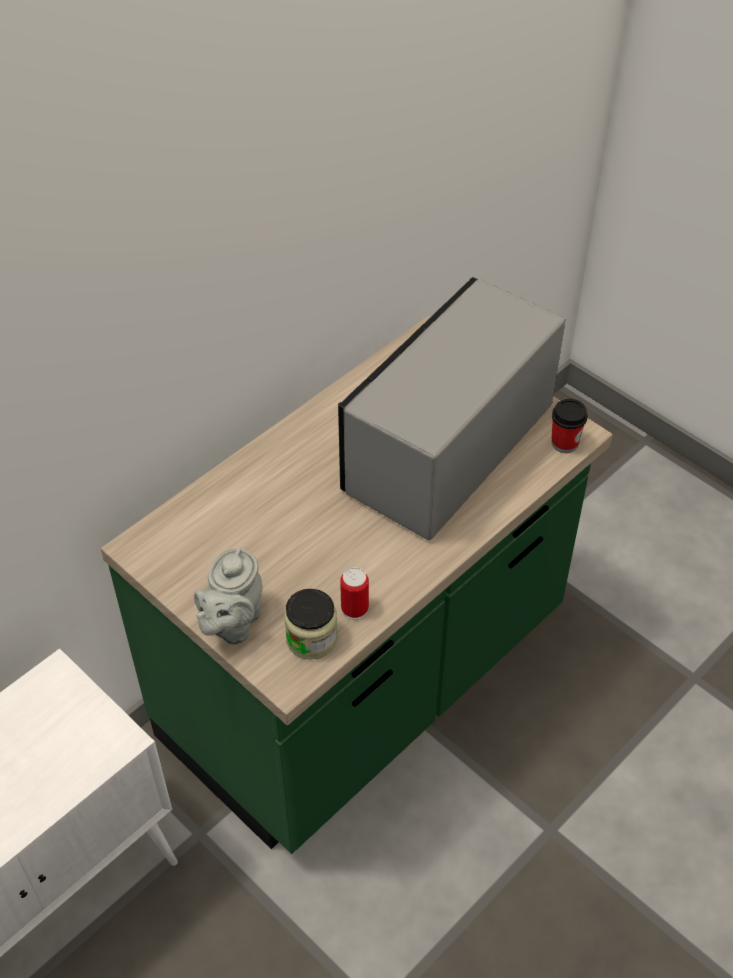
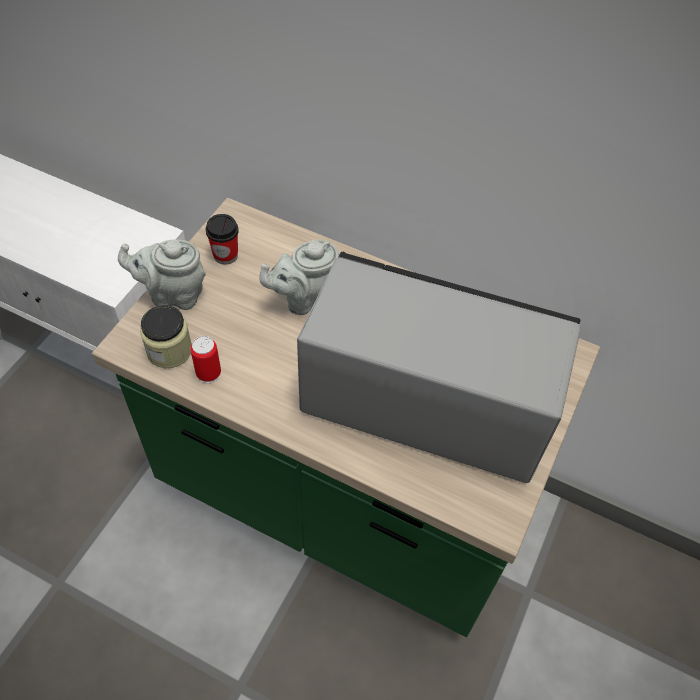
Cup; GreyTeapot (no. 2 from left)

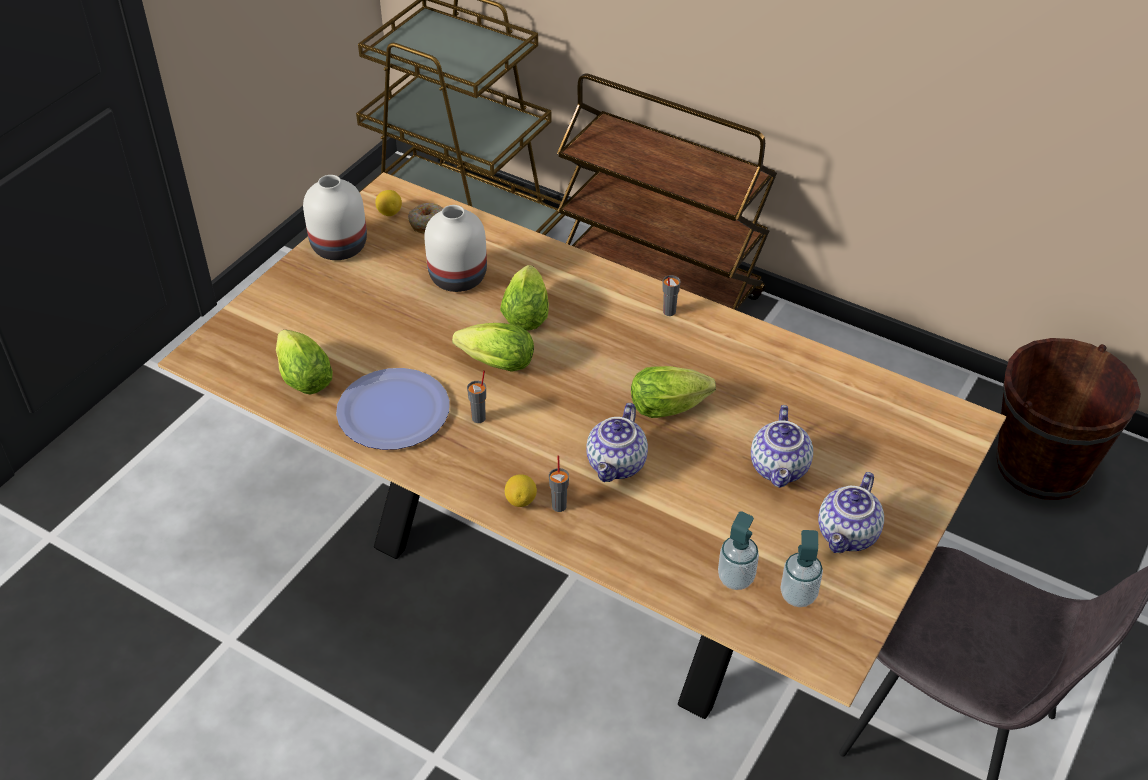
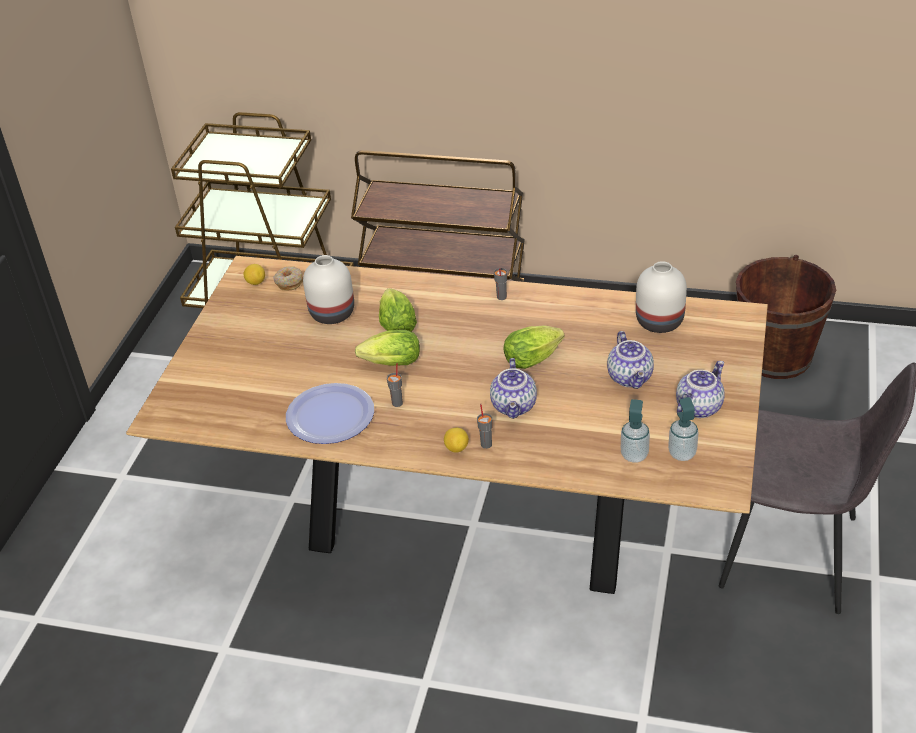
WhiteVase (no. 2 from left); Lettuce (no. 1 from left in the first image); Teapot (no. 3 from left)

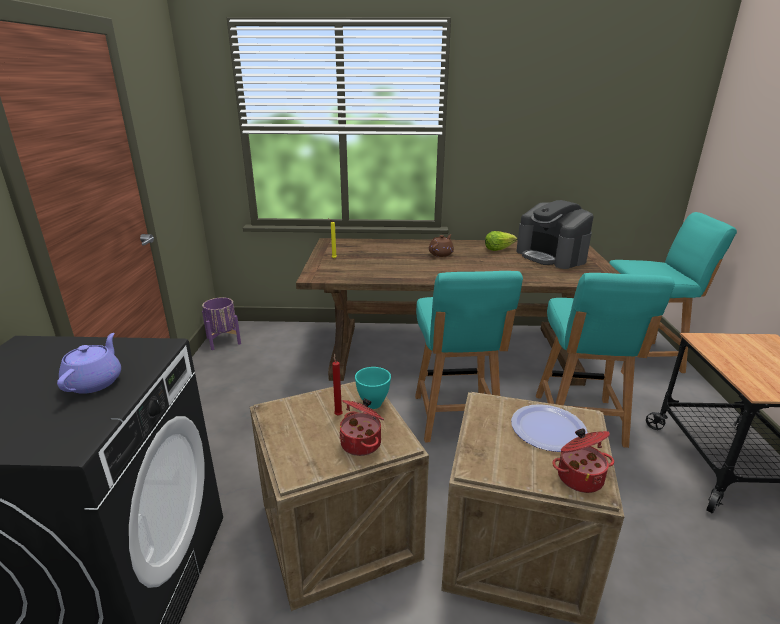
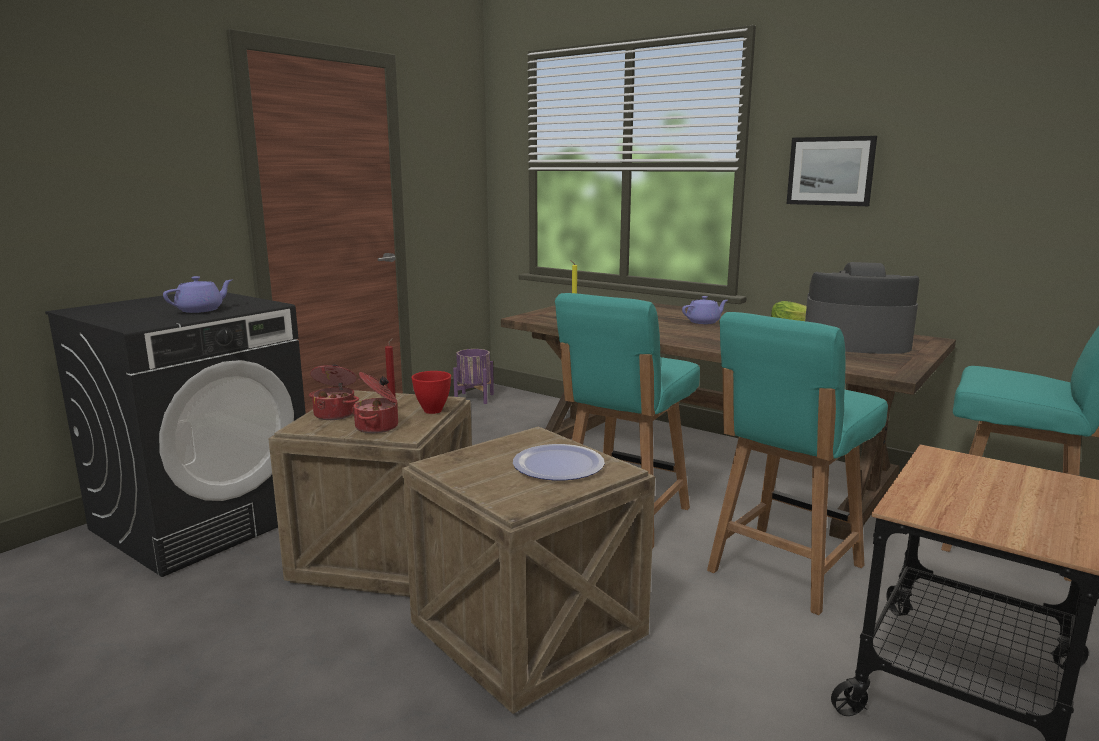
CoffeeMachine; PurpleTeapot (no. 2 from left); RedBowl; CookingPot (no. 1 from left); Picture

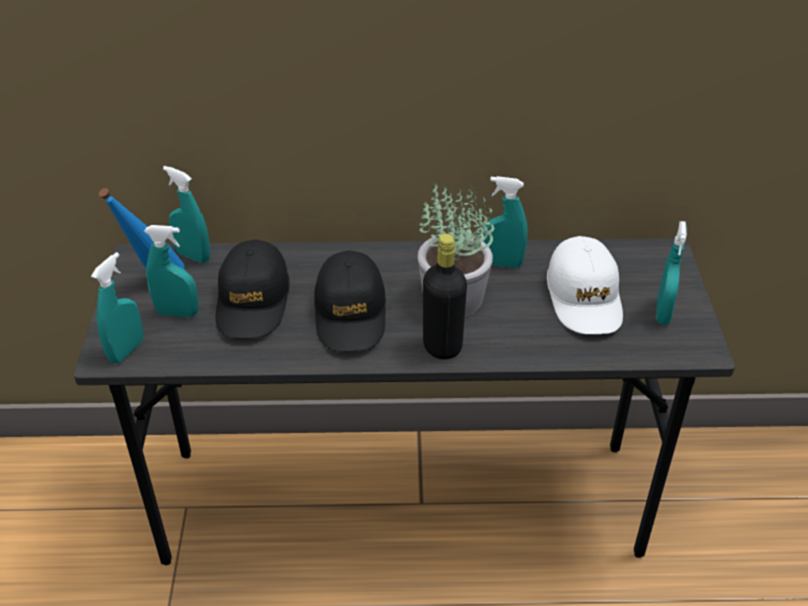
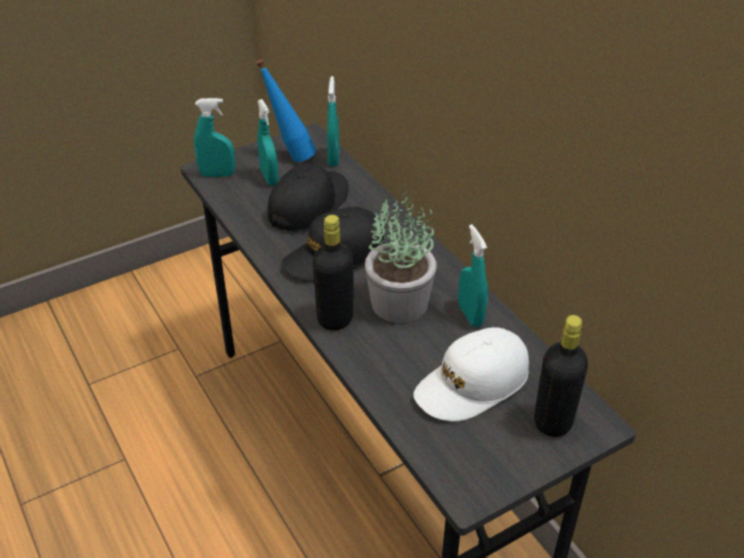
TurquoiseSprayBottle (no. 5 from left in the first image); BlackCap (no. 1 from left); BlackBottle (no. 2 from left)

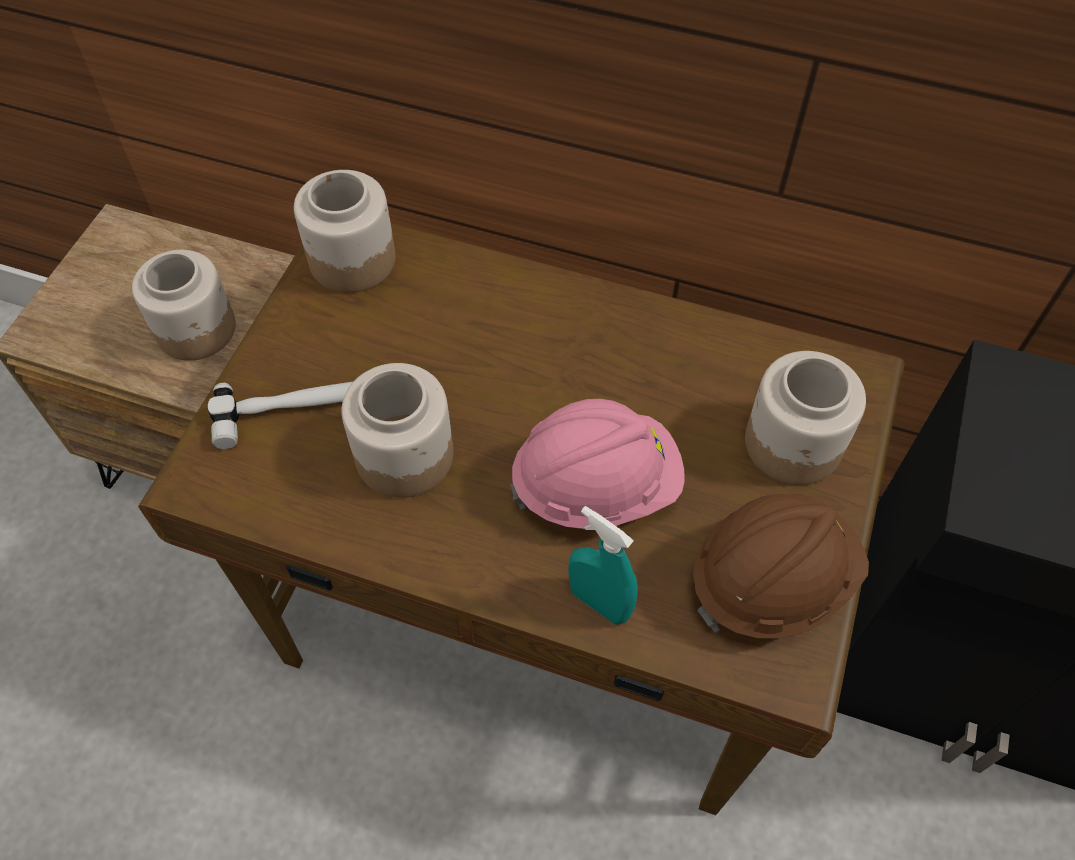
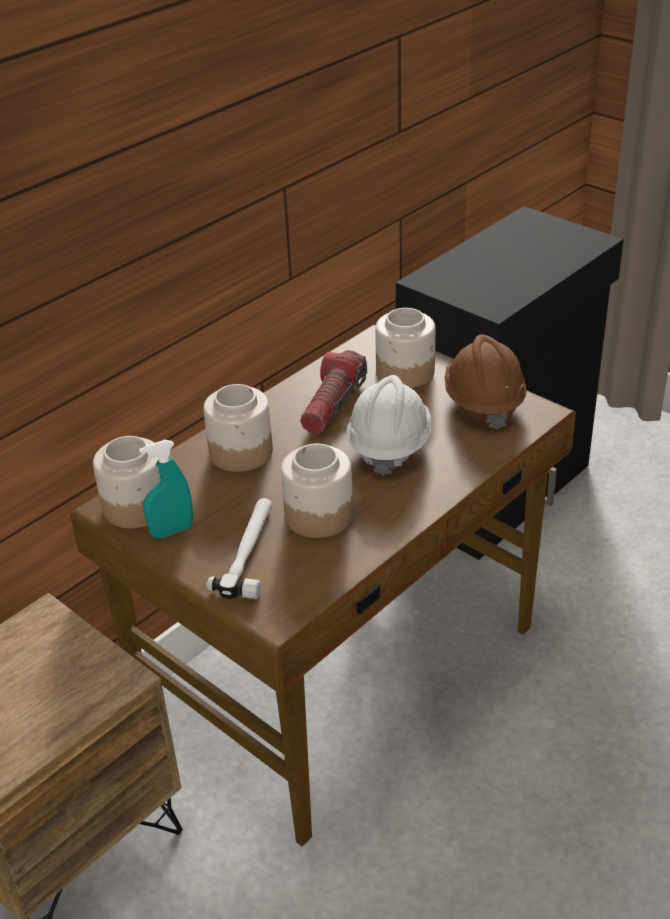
Jar (no. 2 from left); WhiteHardHat; TurquoiseSprayBottle; Flashlight

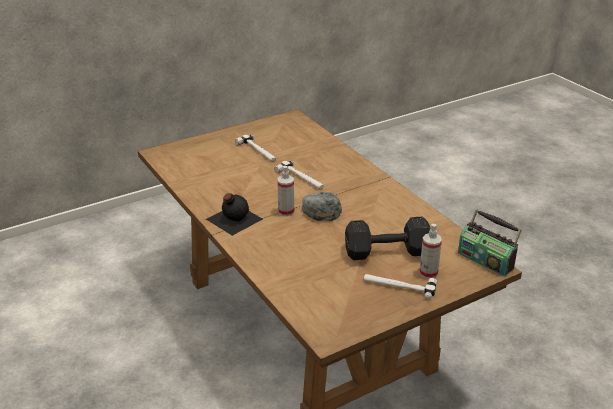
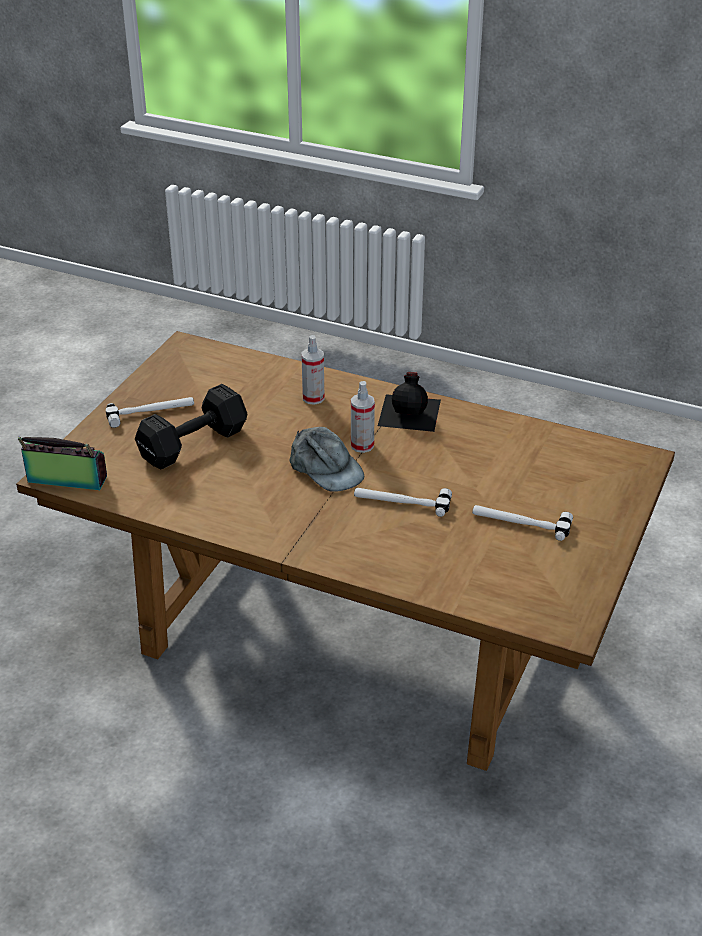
SprayBottle (no. 1 from left)

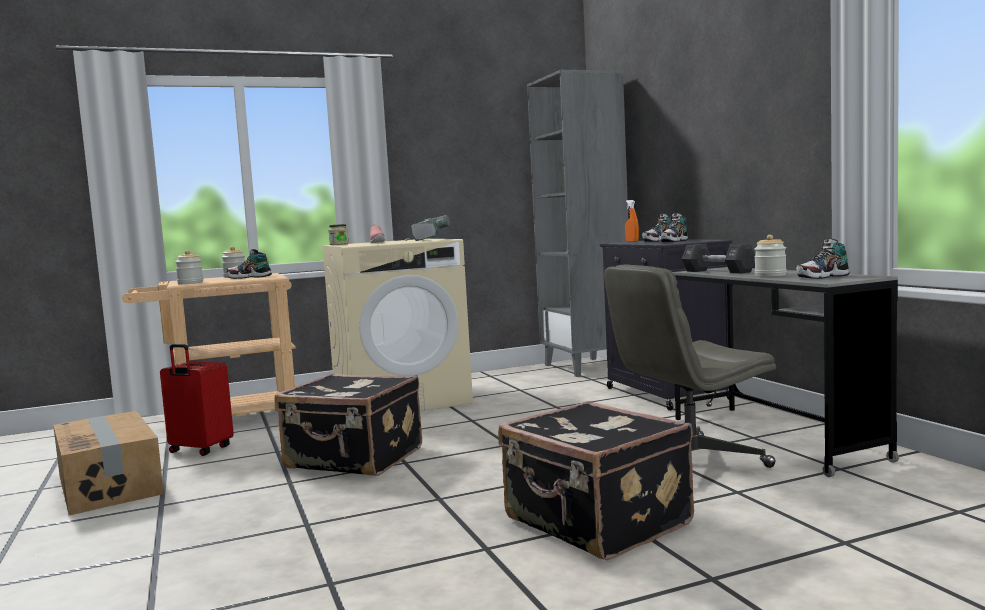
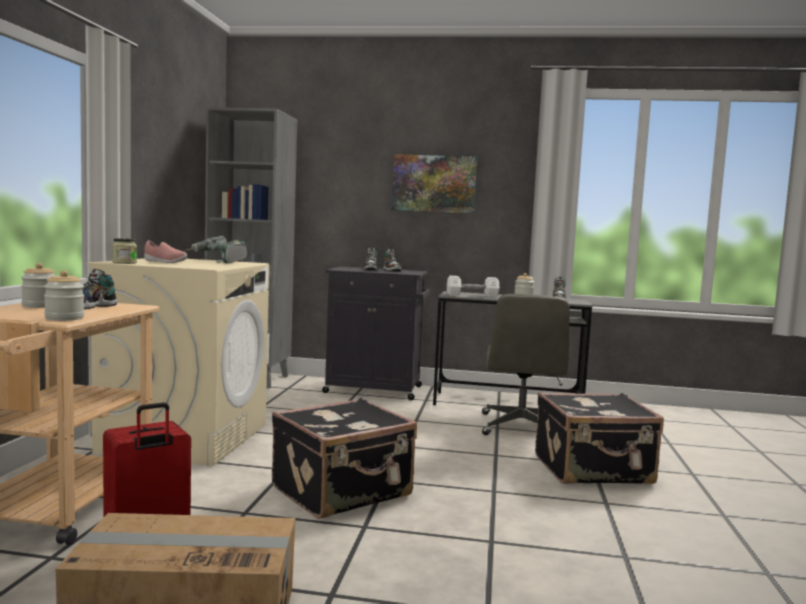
OrangeSprayBottle; WhiteDumbbell; Picture

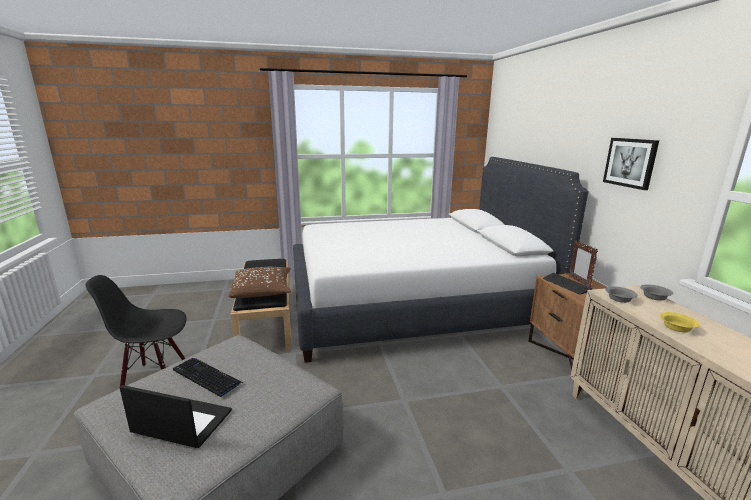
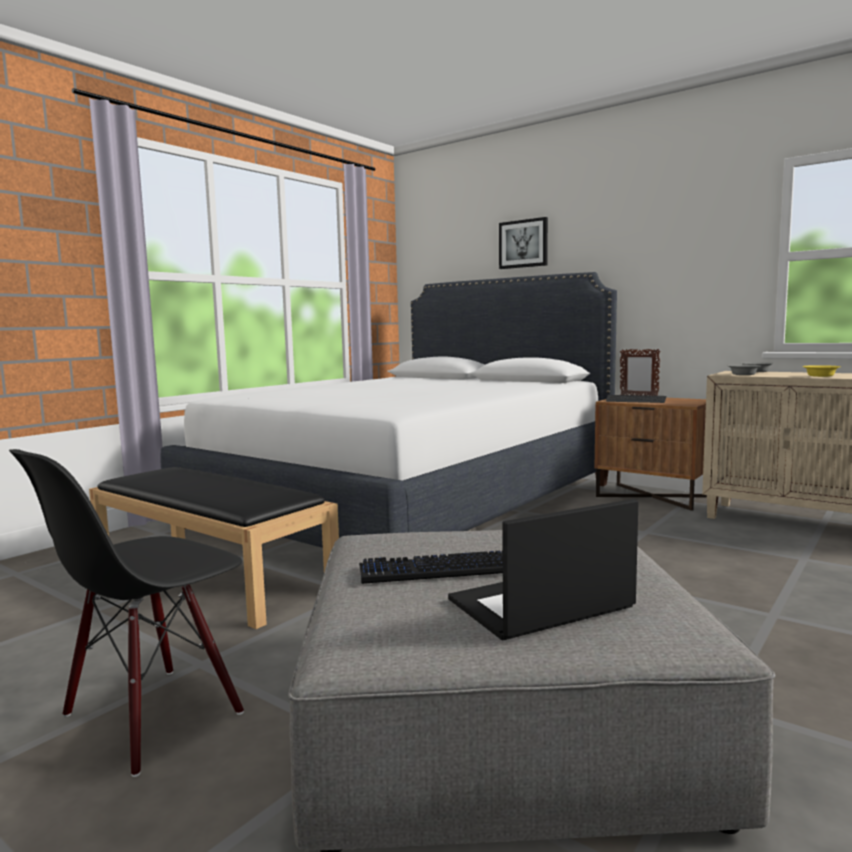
Picture; BrownPillow

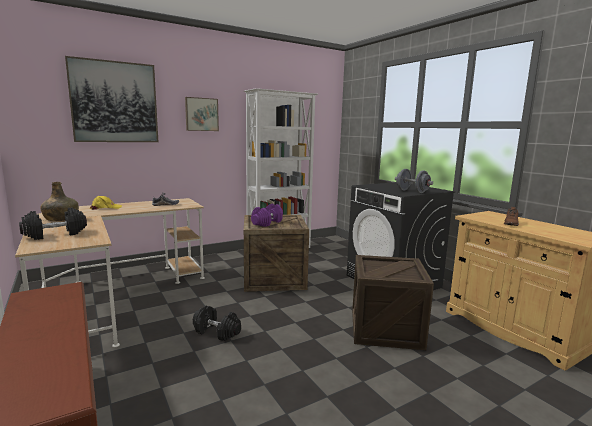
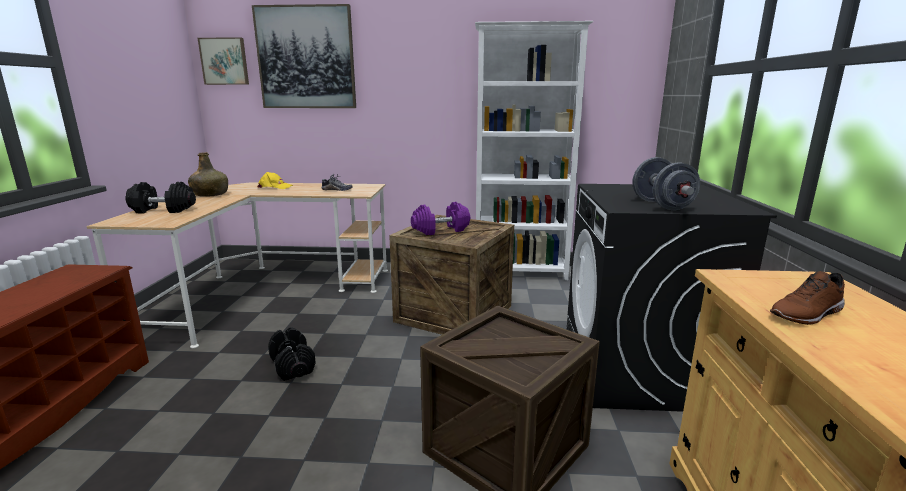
Picture (no. 1 from left)

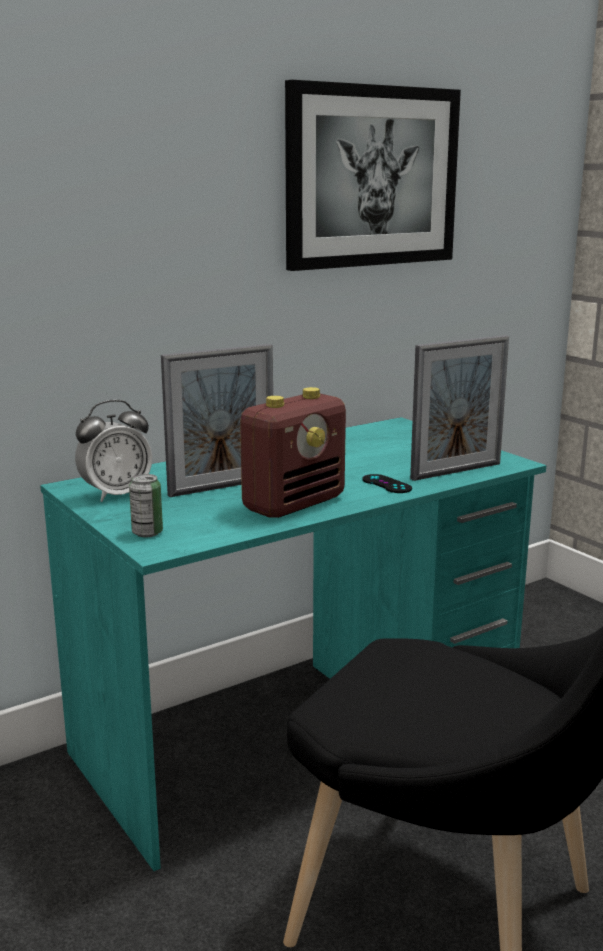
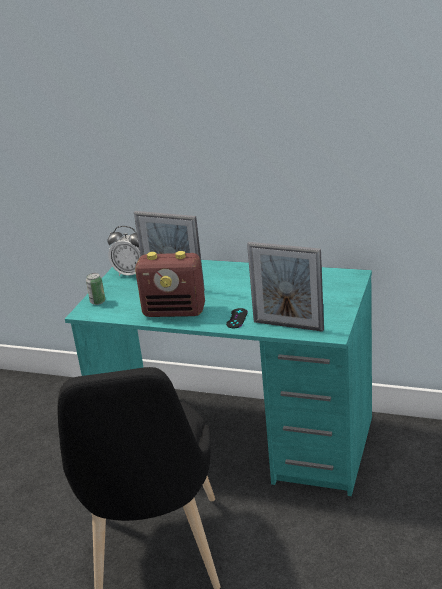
Picture

